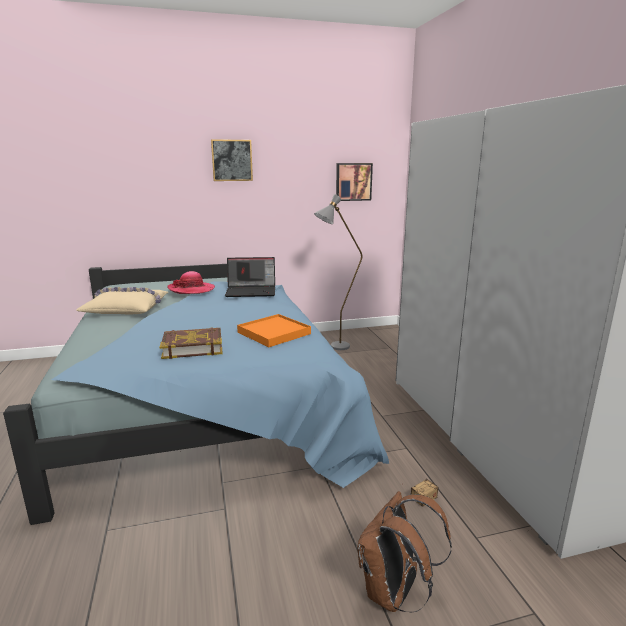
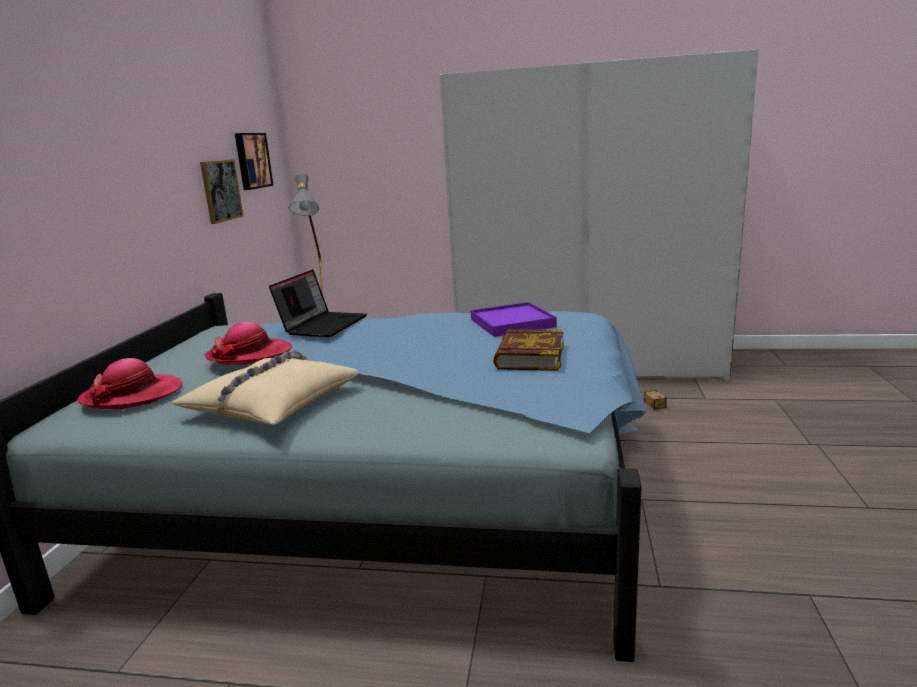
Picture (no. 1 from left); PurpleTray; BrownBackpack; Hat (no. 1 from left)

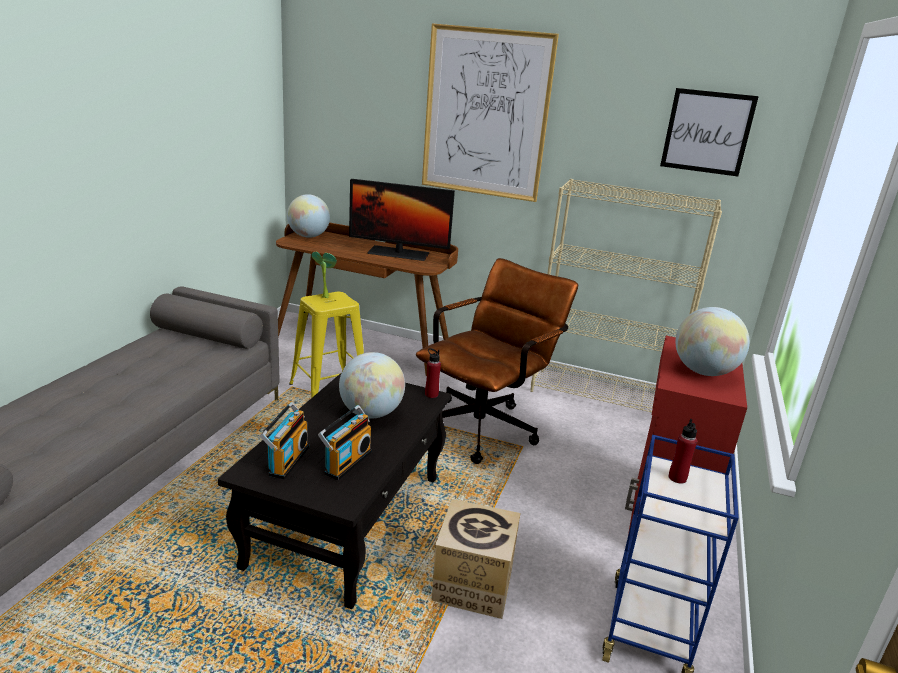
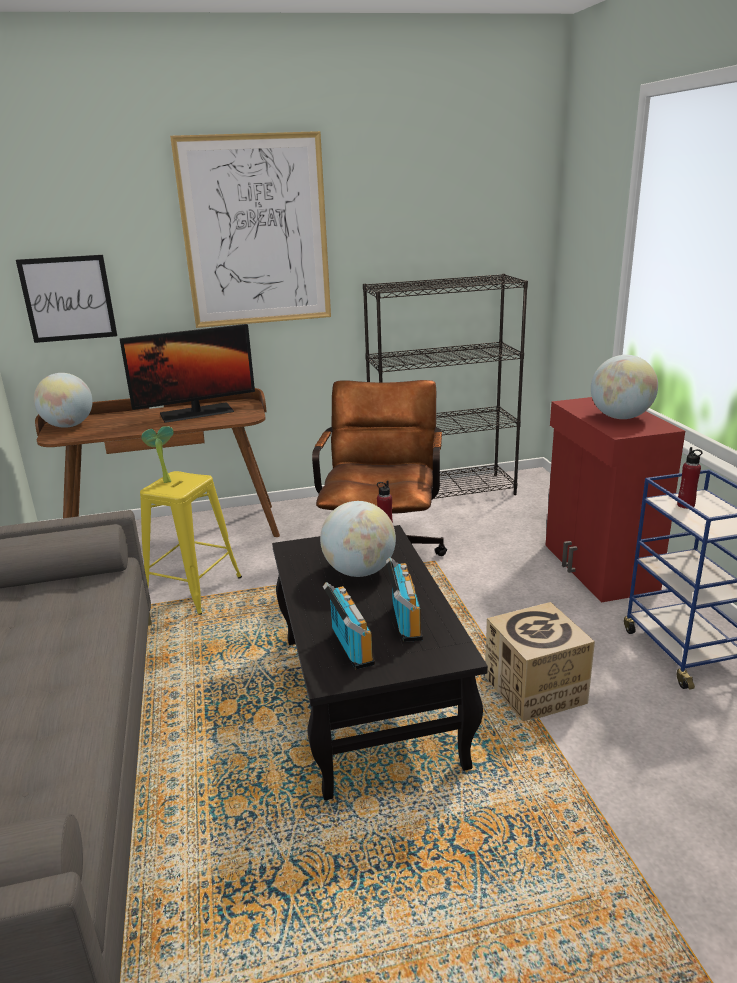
Picture (no. 1 from left); BlackBookcase

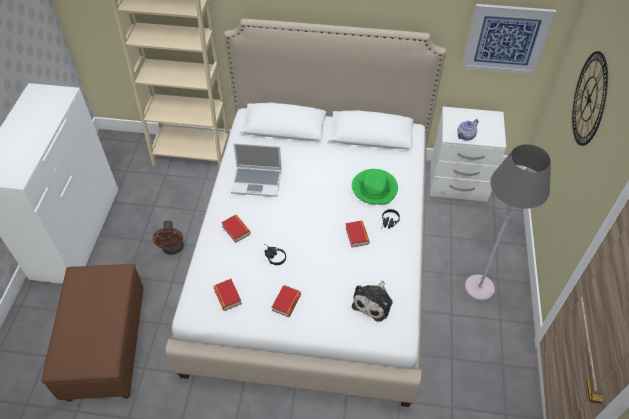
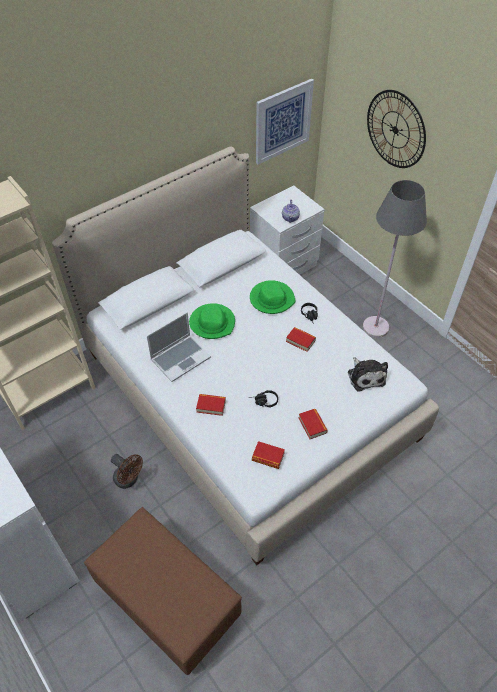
GreenHat (no. 1 from left)

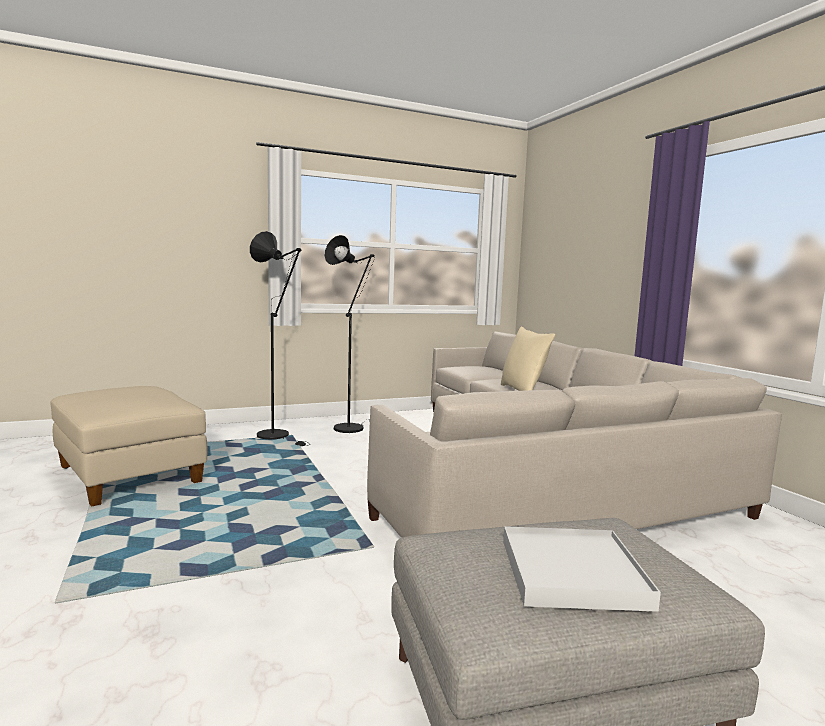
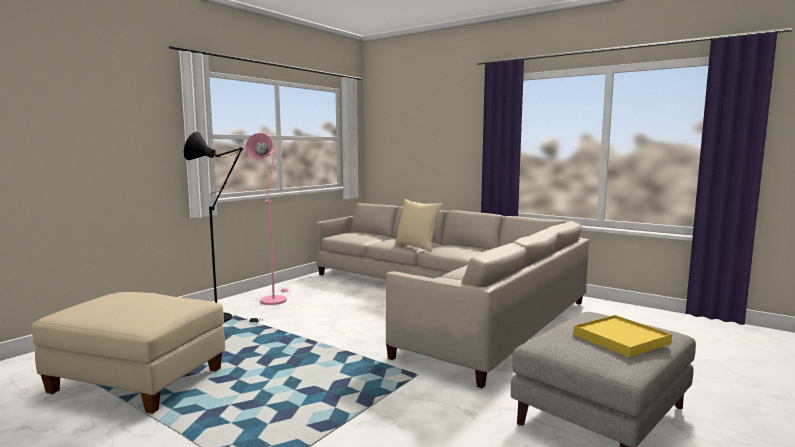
PinkFloorLamp; YellowTray

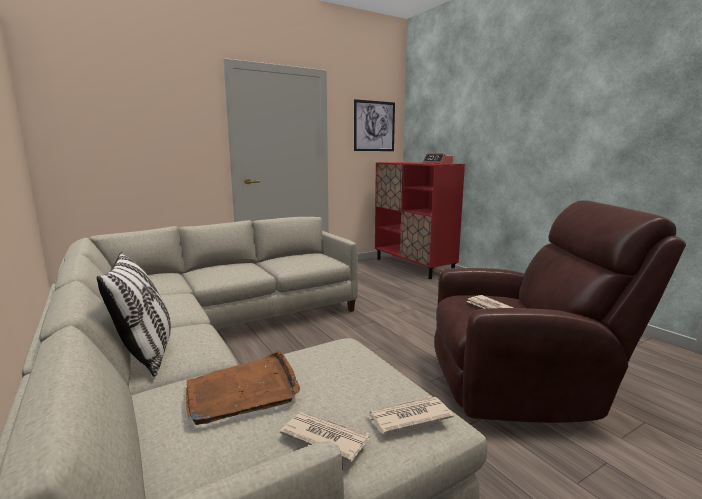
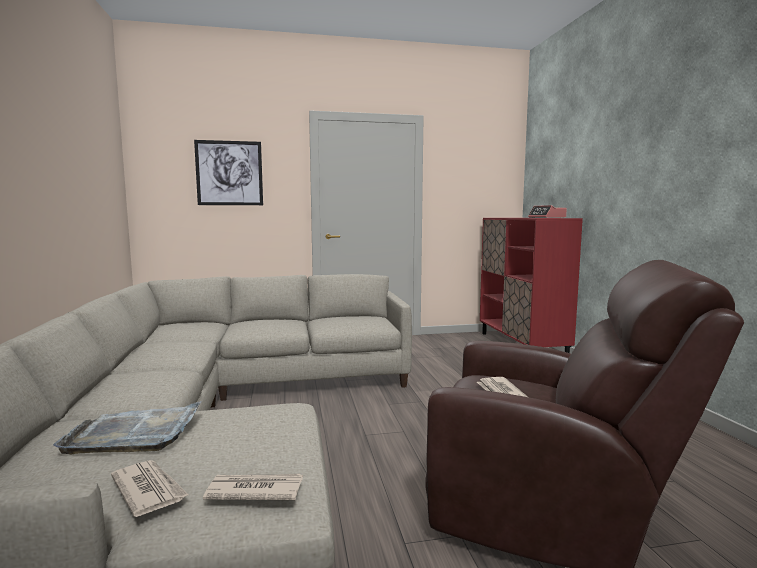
Picture; Pillow; GreyTray

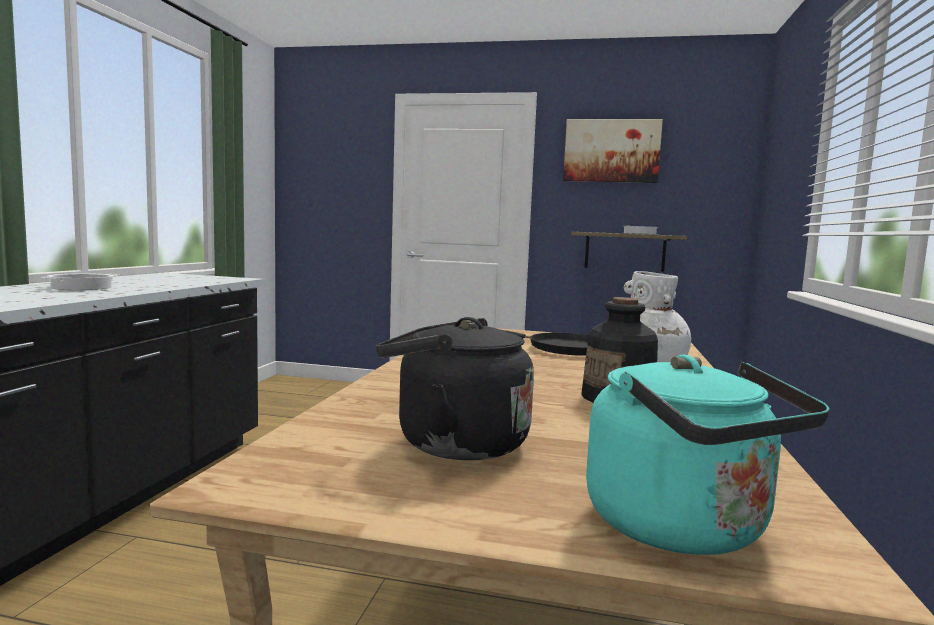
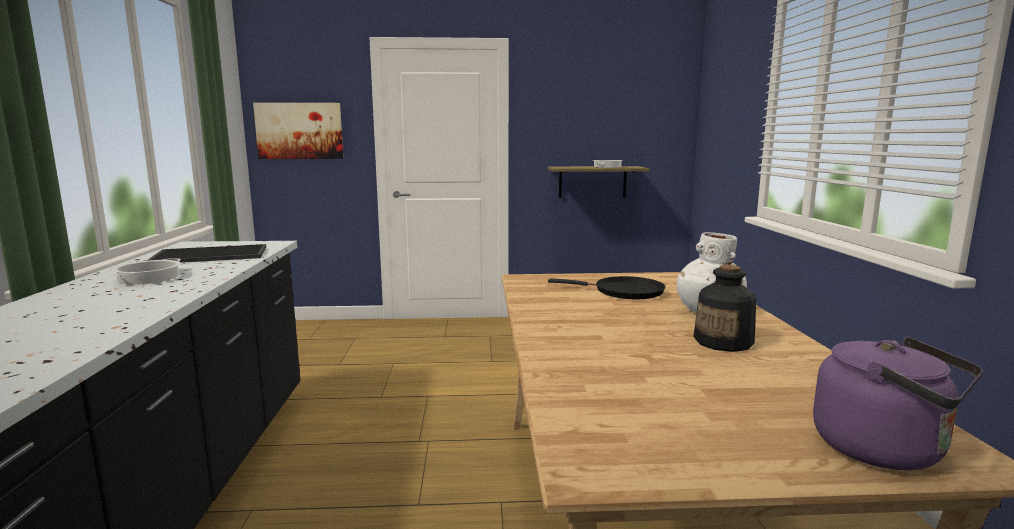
Picture; BlackKettle; PurpleKettle; Tray

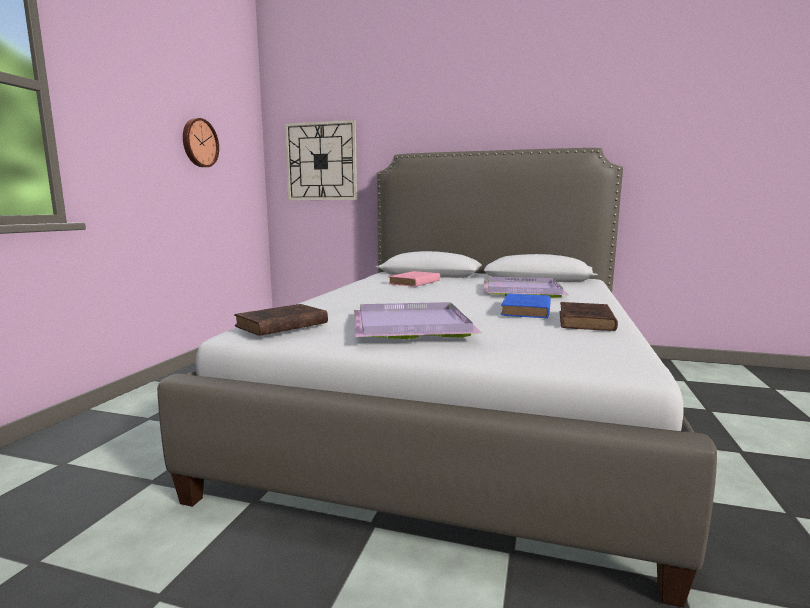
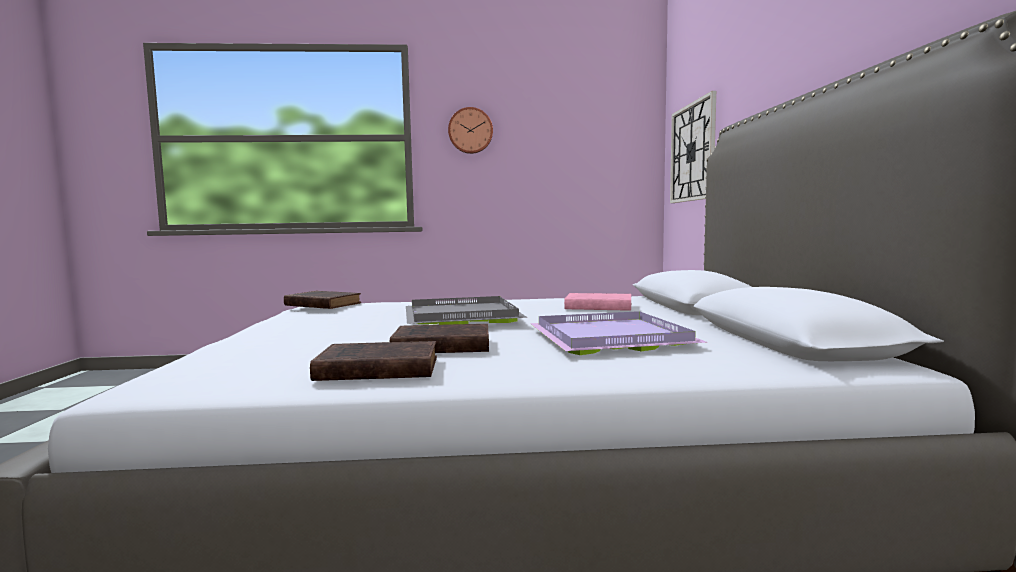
WallClock (no. 1 from left); BrownBook (no. 3 from left); PurpleTray (no. 1 from left in the first image); GreyTray

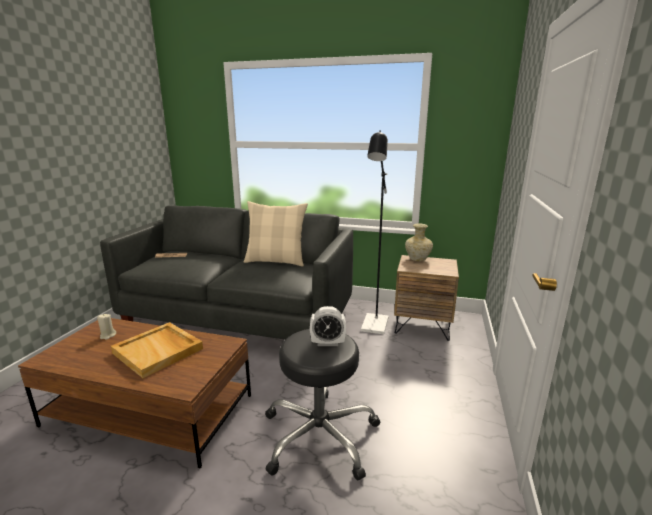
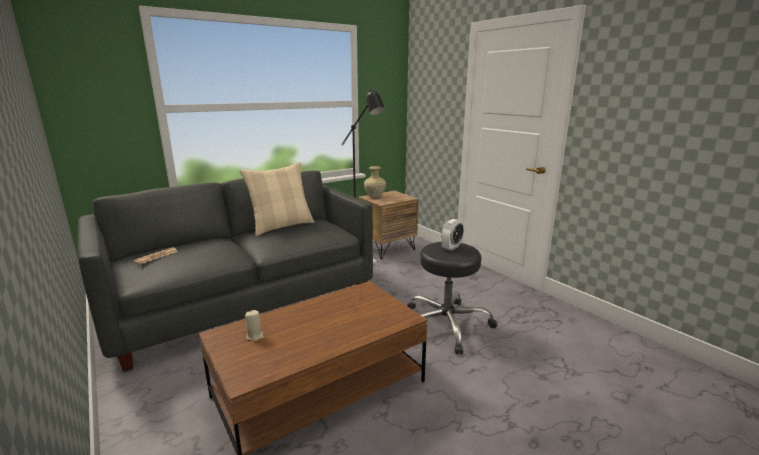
BeigeTray

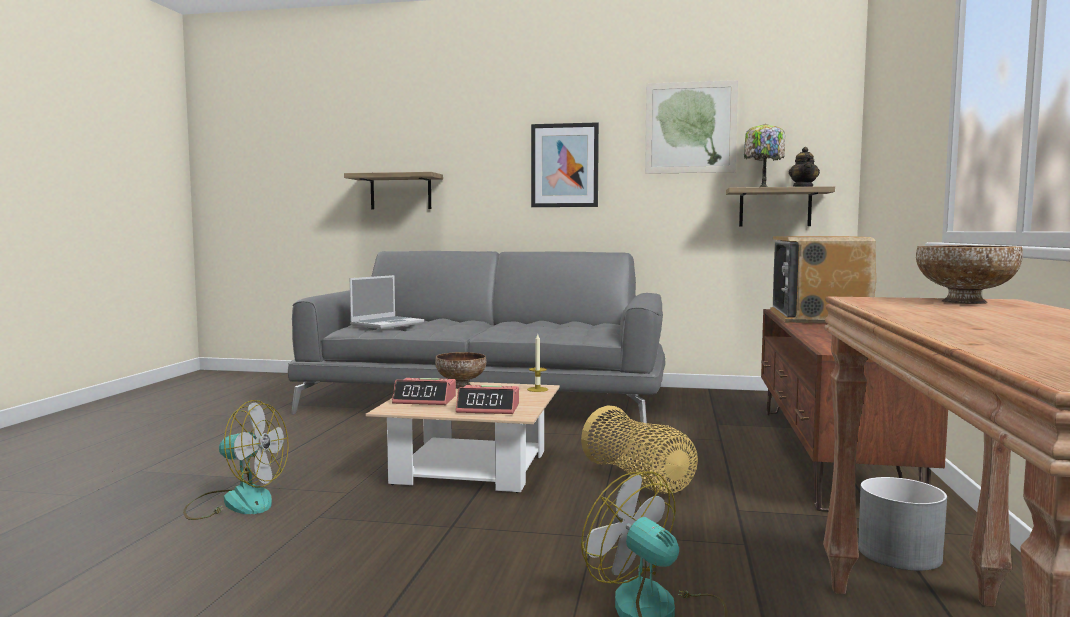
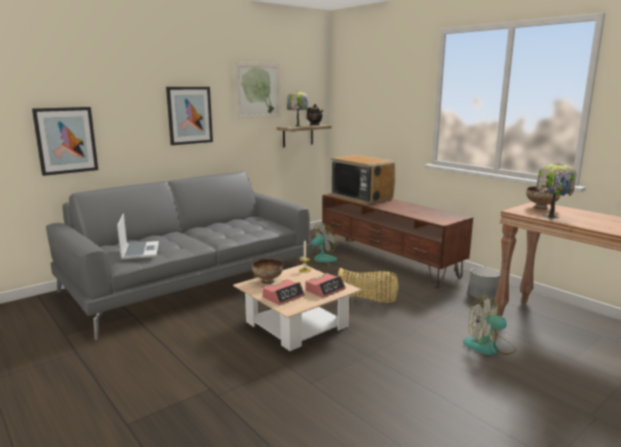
Picture (no. 1 from left); Fan (no. 1 from left); TableLamp (no. 2 from left)

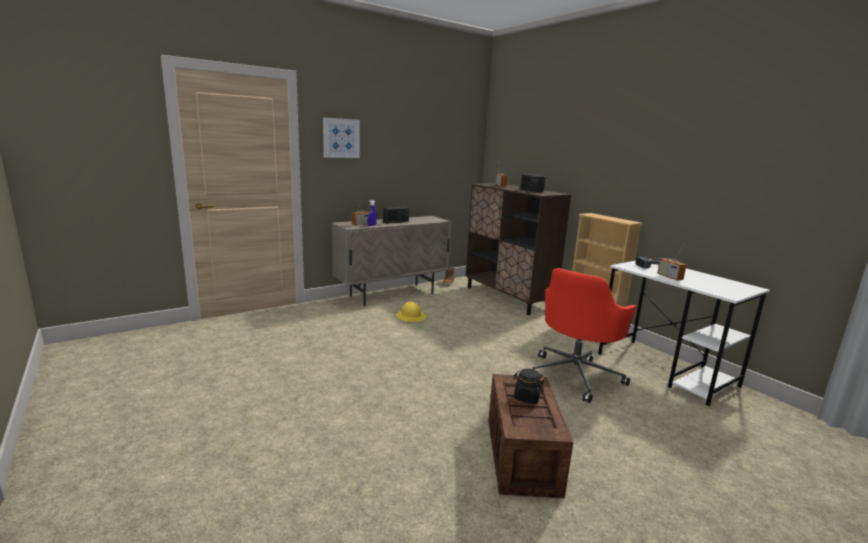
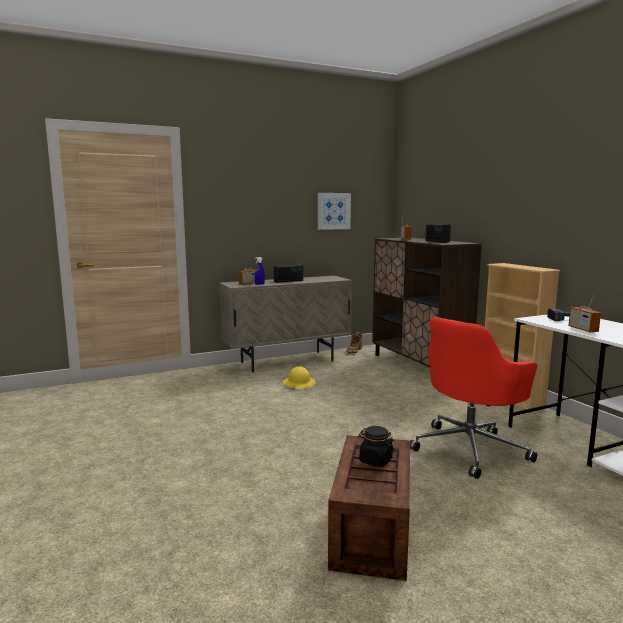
Picture

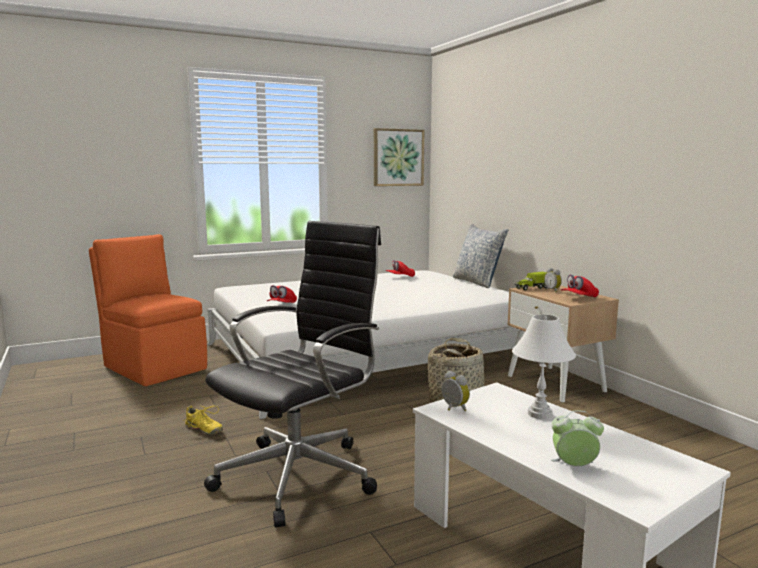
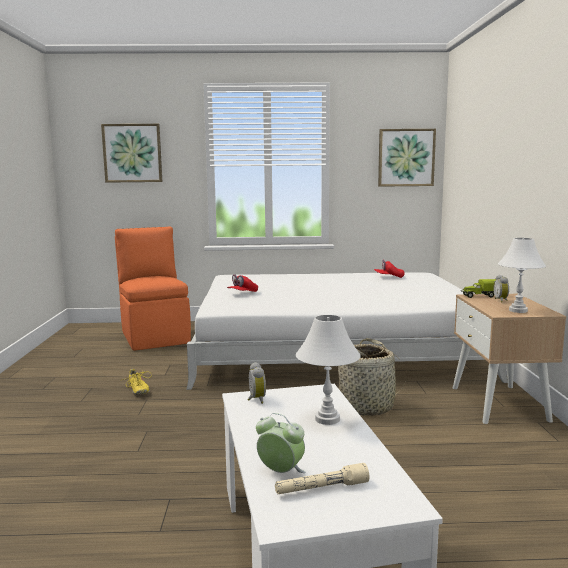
BlackOfficeChair; Pillow; WhiteTableLamp (no. 2 from left); Picture (no. 1 from left); BeigeFlashlight

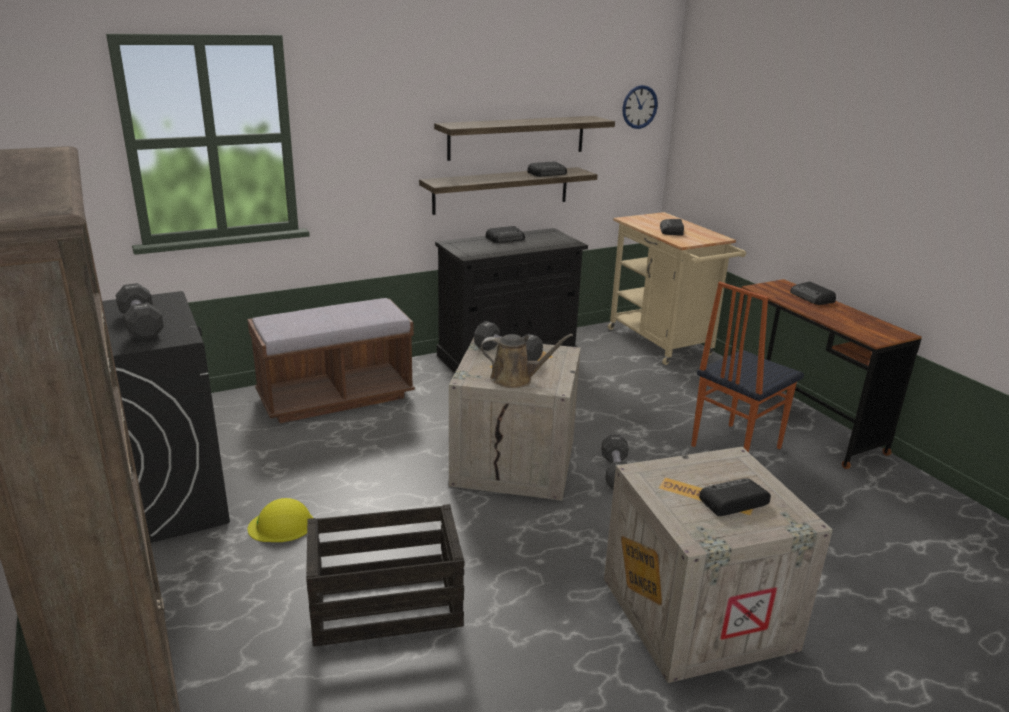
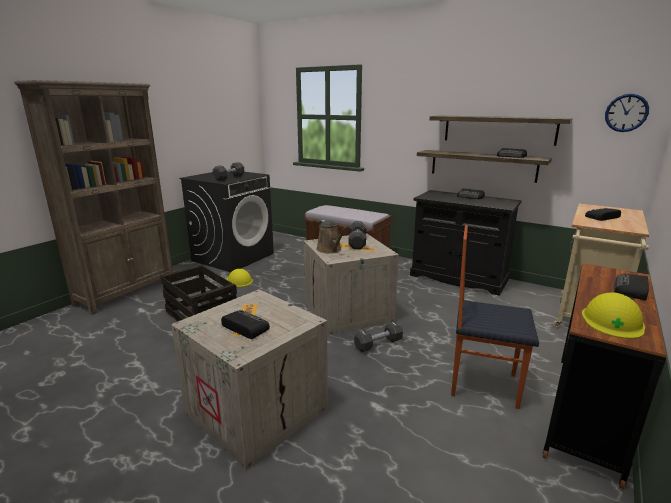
YellowHardHat (no. 2 from left)

